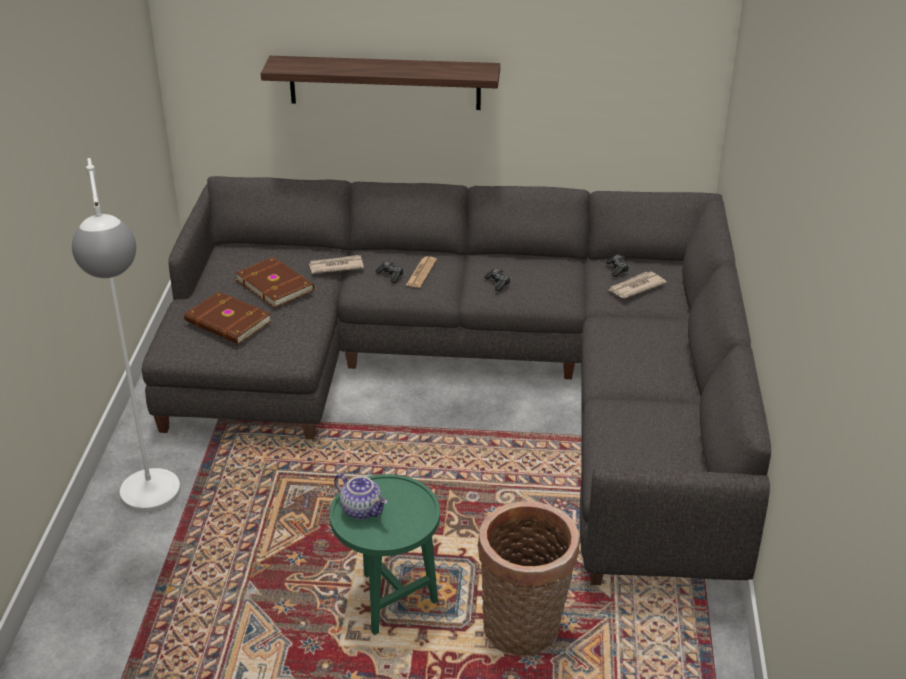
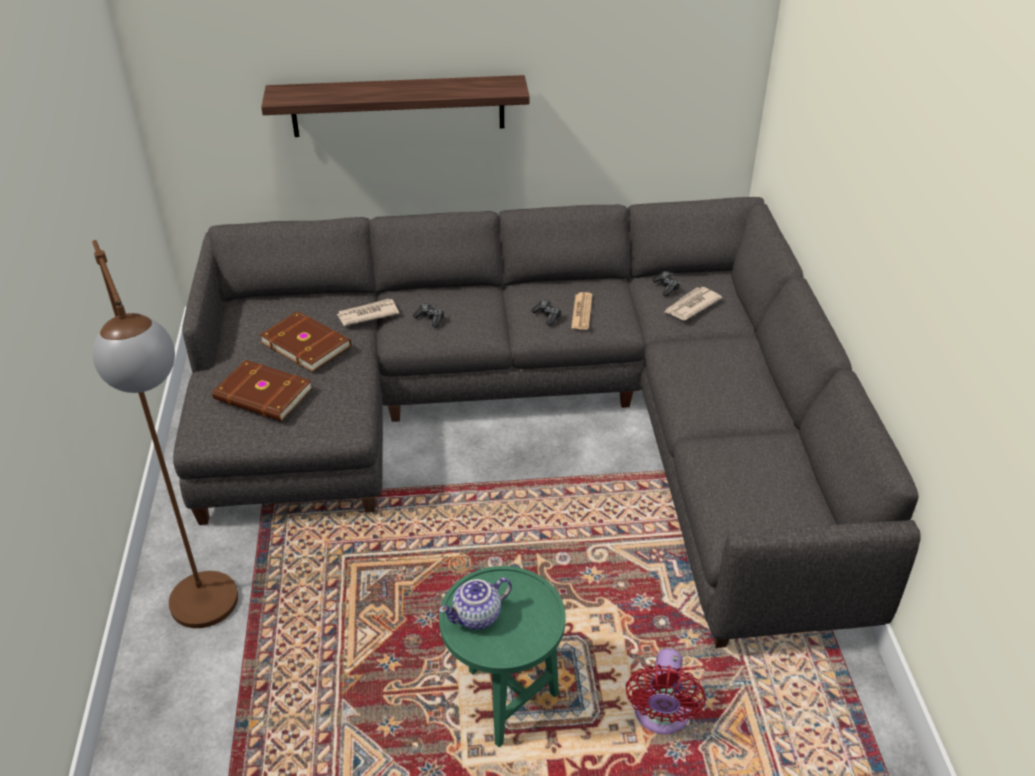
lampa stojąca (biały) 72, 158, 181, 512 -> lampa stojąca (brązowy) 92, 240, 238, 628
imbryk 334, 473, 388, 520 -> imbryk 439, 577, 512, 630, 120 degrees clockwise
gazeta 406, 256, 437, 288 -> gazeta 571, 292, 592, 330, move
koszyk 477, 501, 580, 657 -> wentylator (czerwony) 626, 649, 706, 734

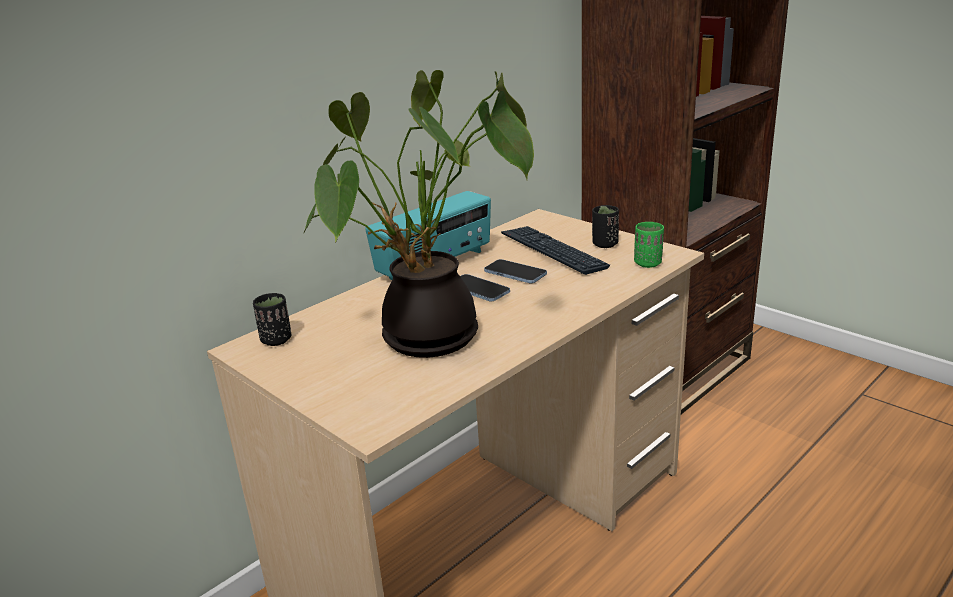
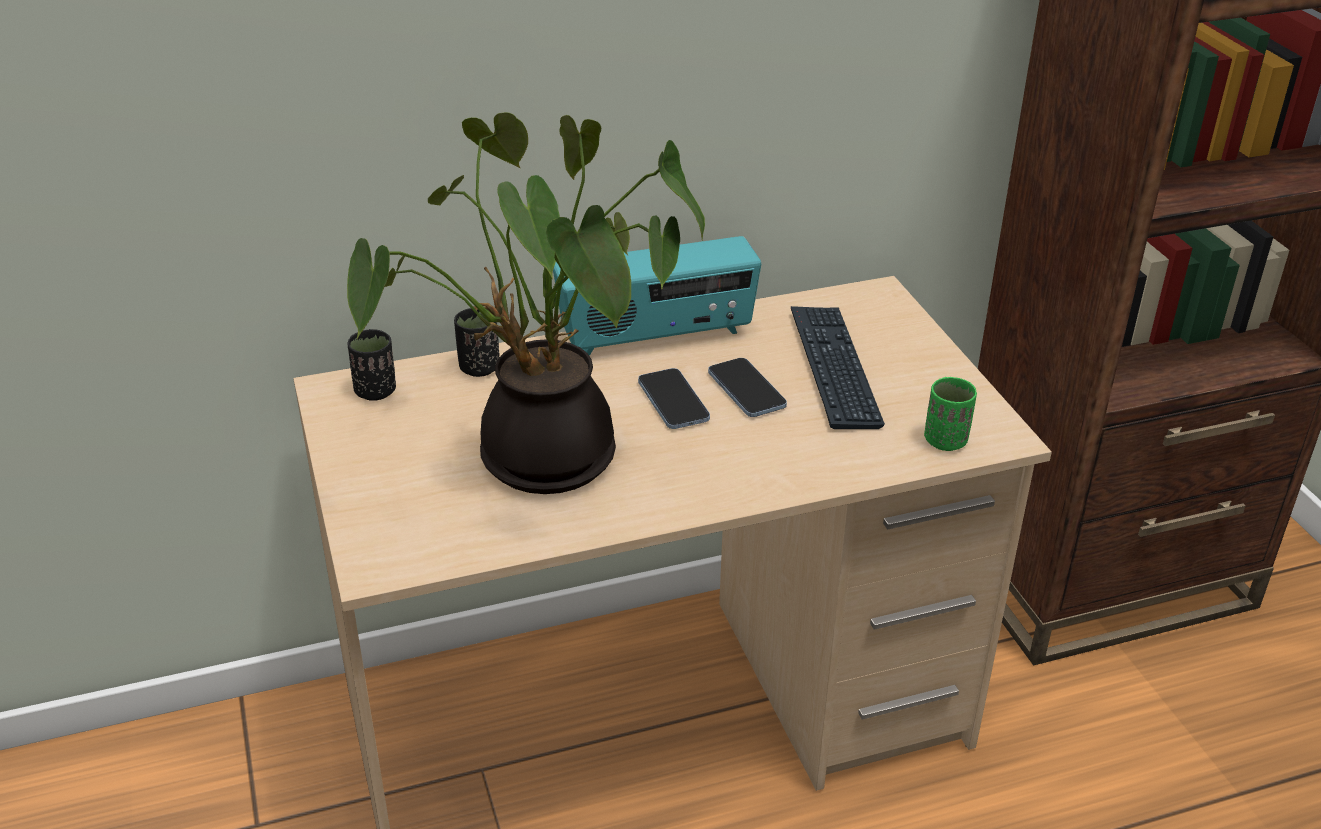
filiżanka (czarny) 592, 205, 619, 248 -> filiżanka (czarny) 454, 308, 500, 377, move

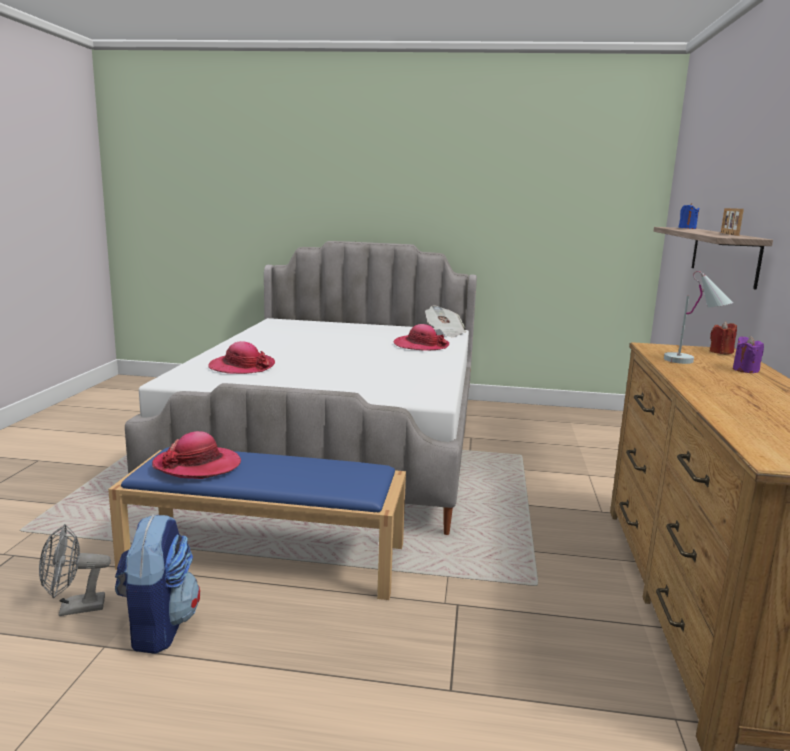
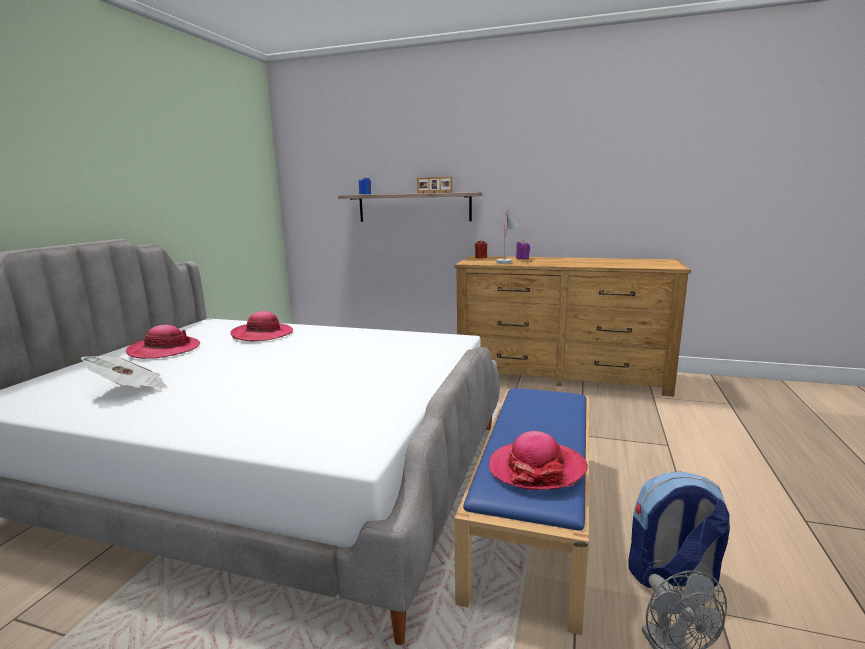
gazeta 425, 306, 467, 338 -> gazeta 81, 356, 167, 388, move
kapelusz 208, 341, 275, 374 -> kapelusz 126, 325, 200, 359, move

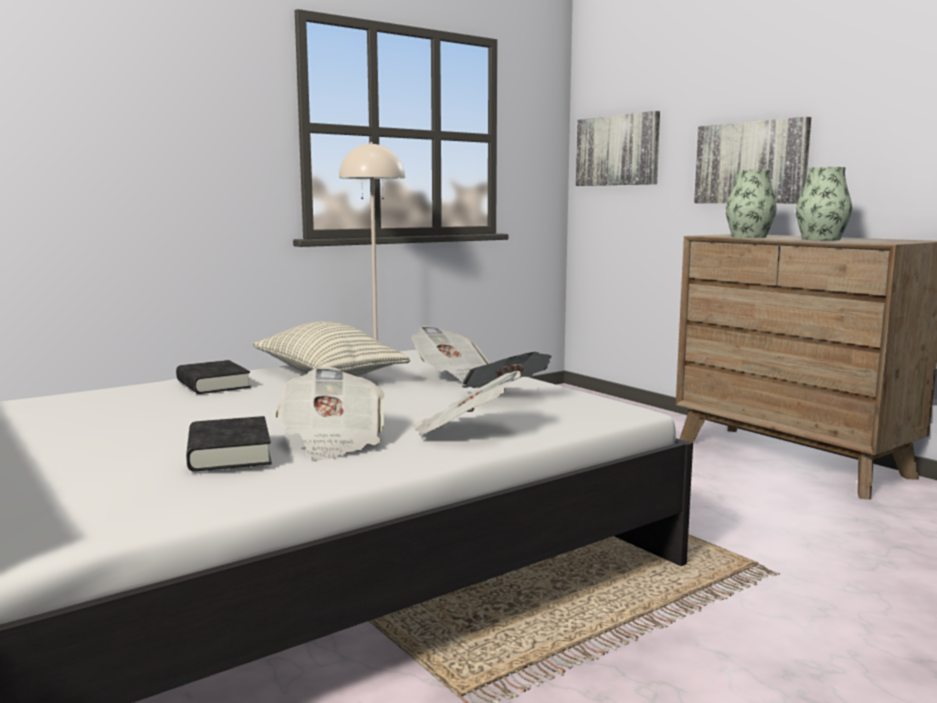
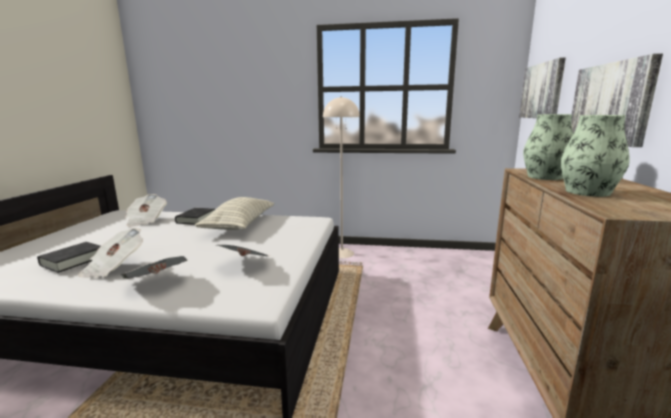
gazeta 411, 326, 490, 381 -> gazeta 125, 194, 167, 227, move

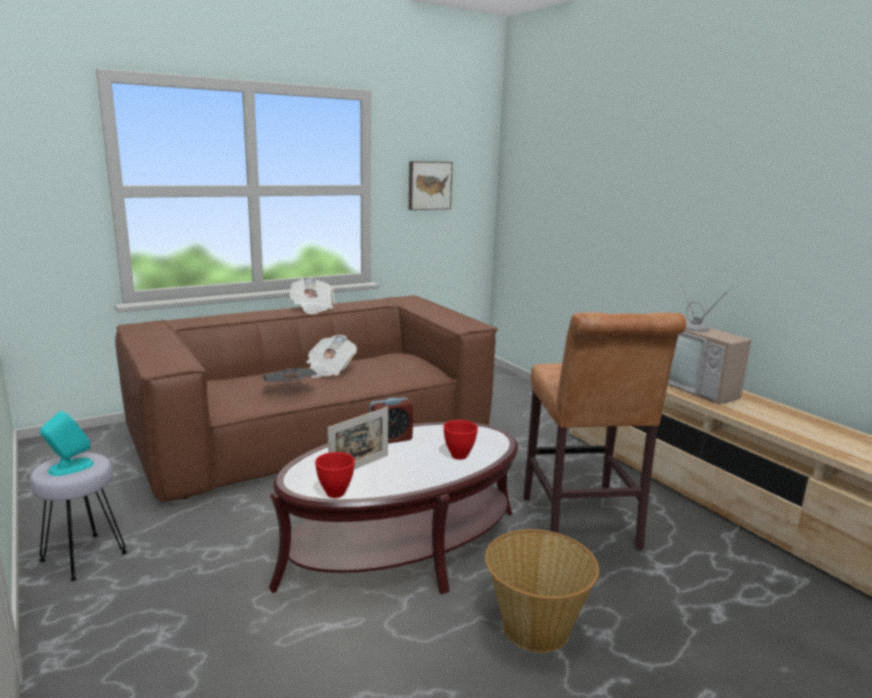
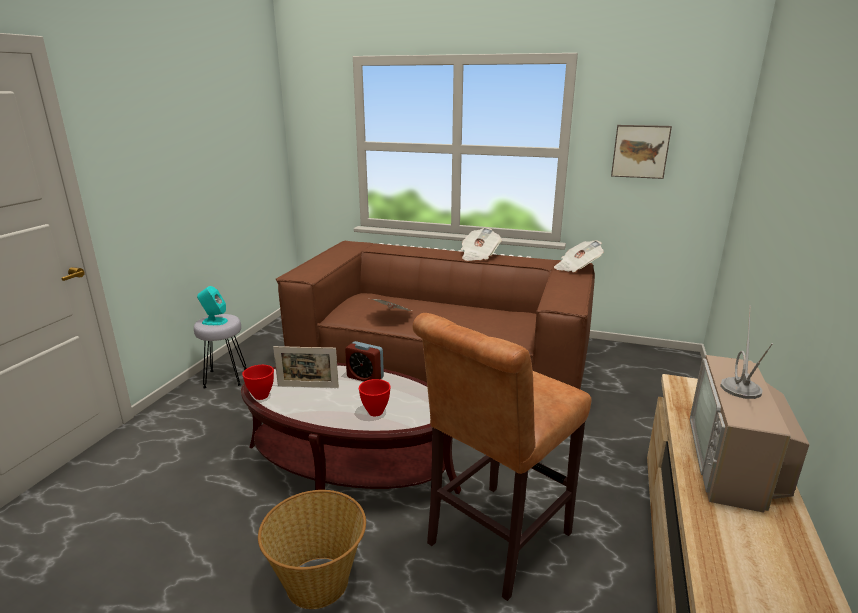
gazeta 306, 335, 357, 378 -> gazeta 554, 241, 604, 272, move

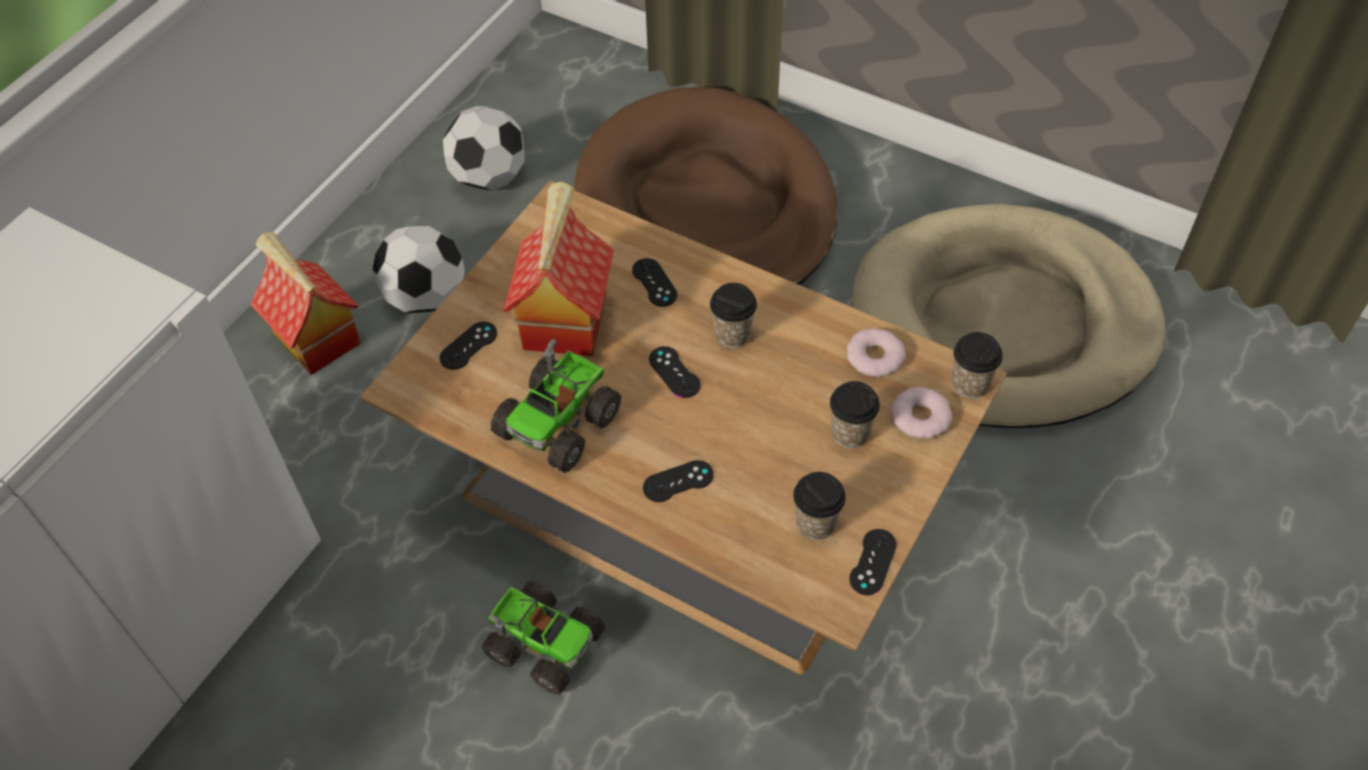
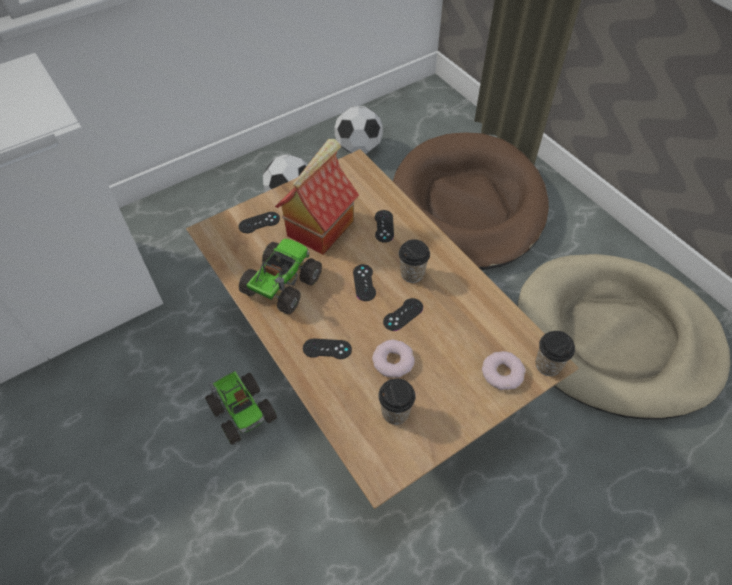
ciężarówka zabawkowa 491, 339, 621, 473 -> ciężarówka zabawkowa 239, 239, 322, 314, 150 degrees clockwise
donut 847, 328, 906, 377 -> donut 372, 340, 415, 378, move
pad do gier (czarny) 849, 529, 897, 595 -> pad do gier (czarny) 383, 298, 423, 331, move
domek 250, 232, 361, 375 -> none
filiżanka 830, 381, 880, 448 -> none

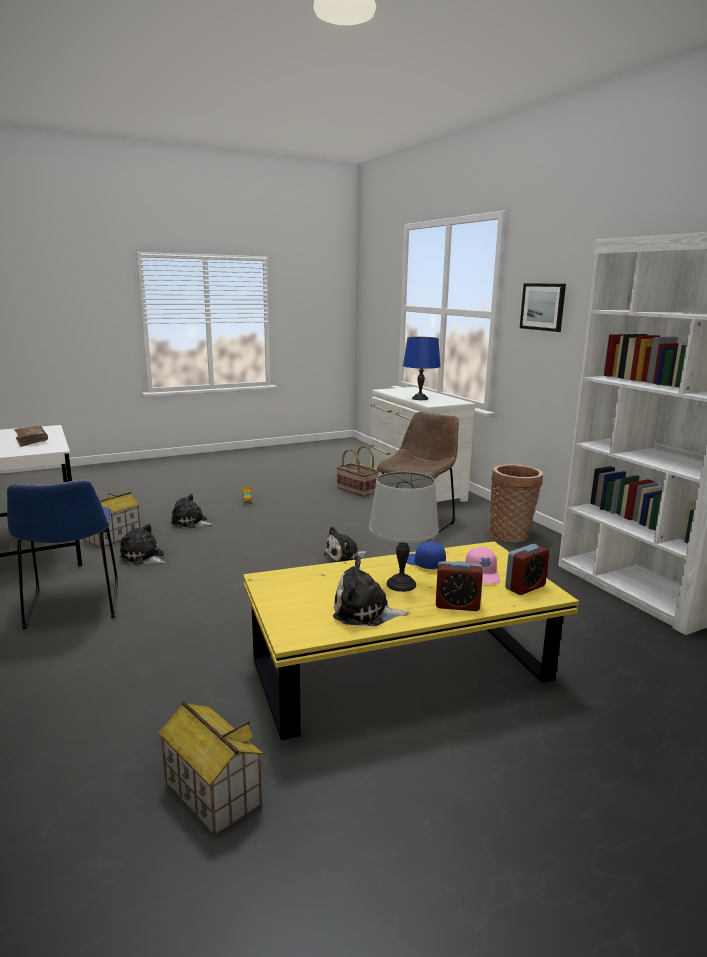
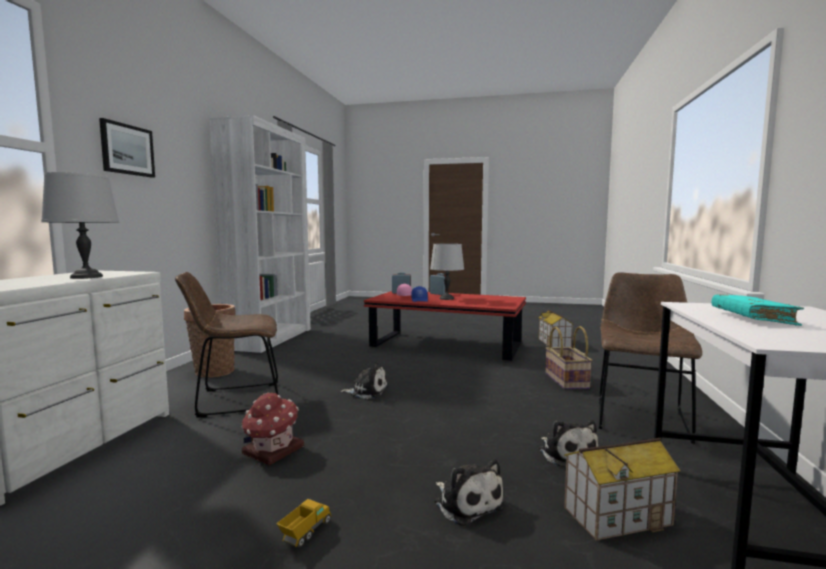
lampa stołowa (niebieski) 403, 337, 441, 400 -> lampa stołowa (szary) 41, 172, 119, 279
none -> domek 241, 392, 304, 465
ława (żółty) 243, 541, 579, 740 -> ława (czerwony) 364, 291, 526, 361
koszyk 336, 446, 379, 497 -> koszyk 545, 326, 592, 390, move
krzesło (niebieski) 7, 479, 118, 629 -> krzesło (brązowy) 599, 272, 703, 444
książka (brązowy) 14, 426, 48, 447 -> książka (turkusowy) 711, 294, 804, 326
pluszak 333, 558, 410, 626 -> none

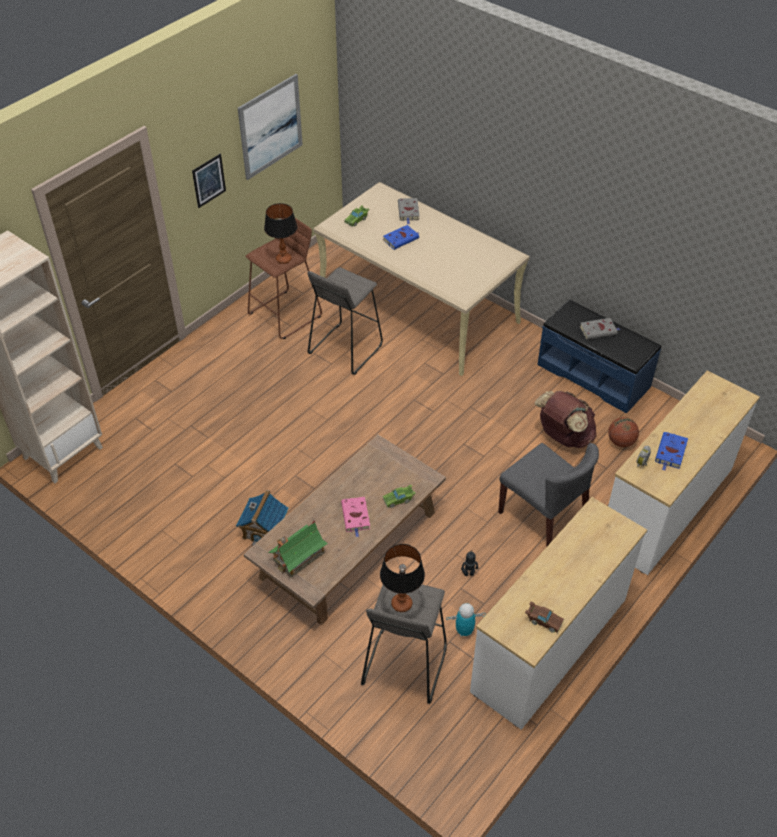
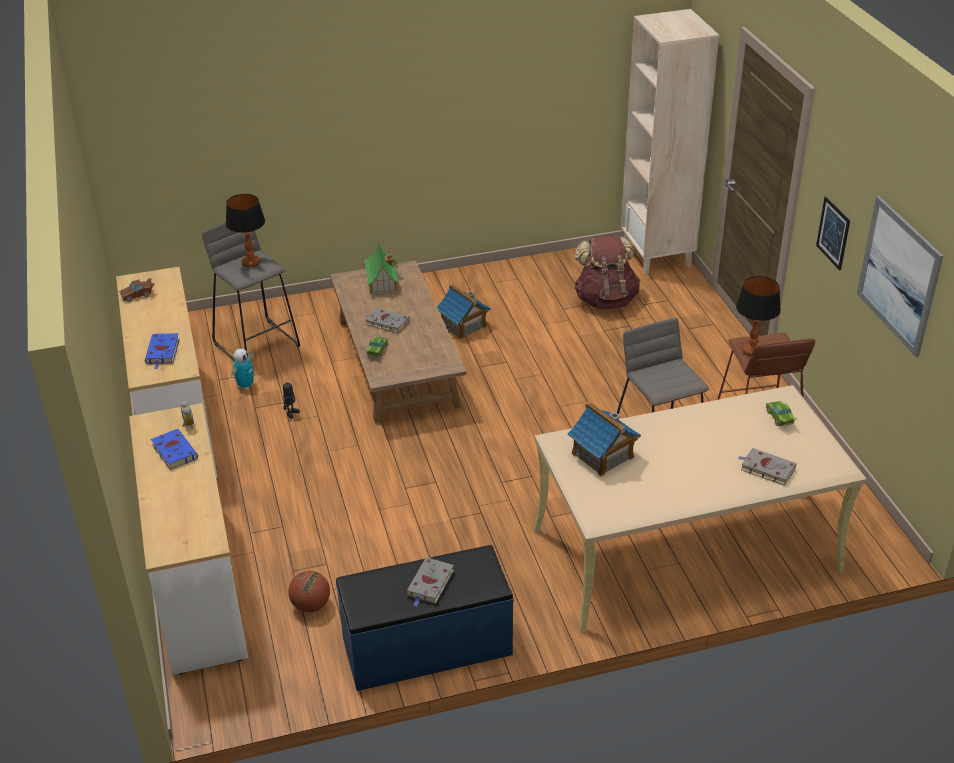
książka (niebieski) 383, 225, 419, 250 -> książka (niebieski) 145, 333, 180, 369, move
książka (różowy) 341, 497, 370, 537 -> książka (szary) 366, 308, 410, 333
none -> domek 568, 402, 641, 476
plecak (brązowy) 535, 391, 597, 448 -> plecak (brązowy) 574, 235, 640, 310, move
krzesło (szary) 498, 443, 599, 546 -> none

